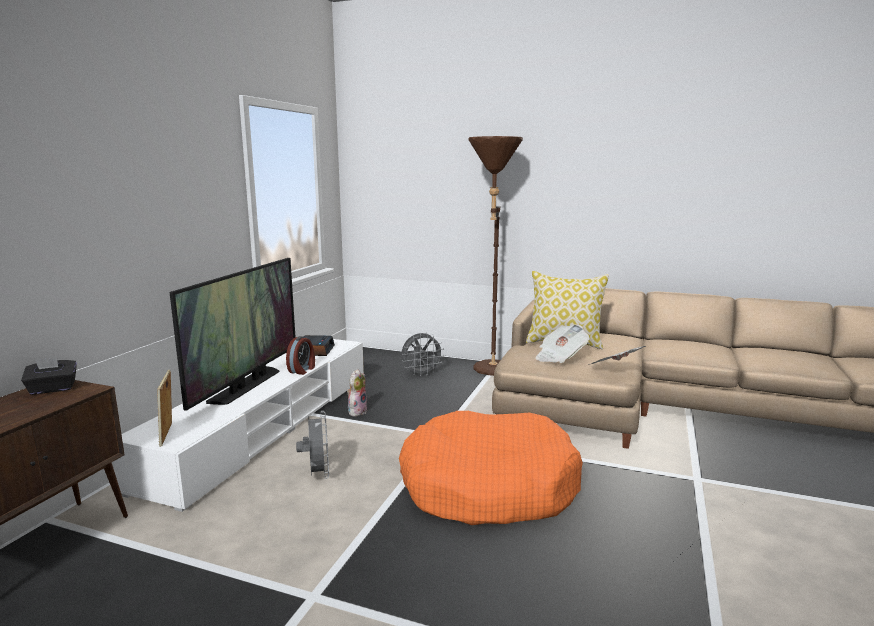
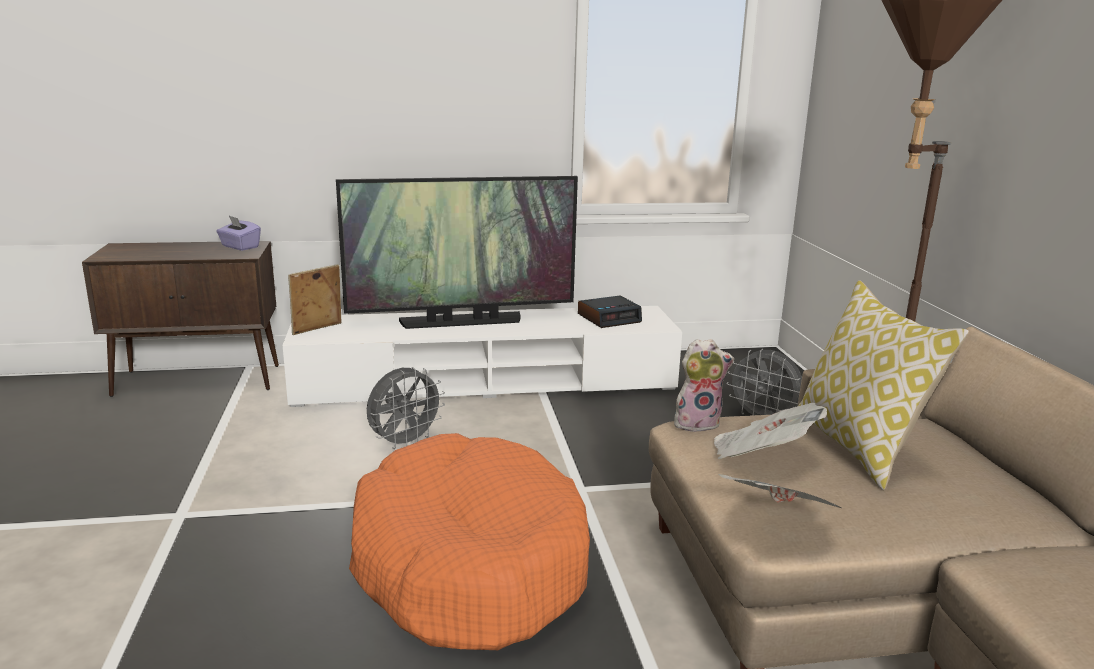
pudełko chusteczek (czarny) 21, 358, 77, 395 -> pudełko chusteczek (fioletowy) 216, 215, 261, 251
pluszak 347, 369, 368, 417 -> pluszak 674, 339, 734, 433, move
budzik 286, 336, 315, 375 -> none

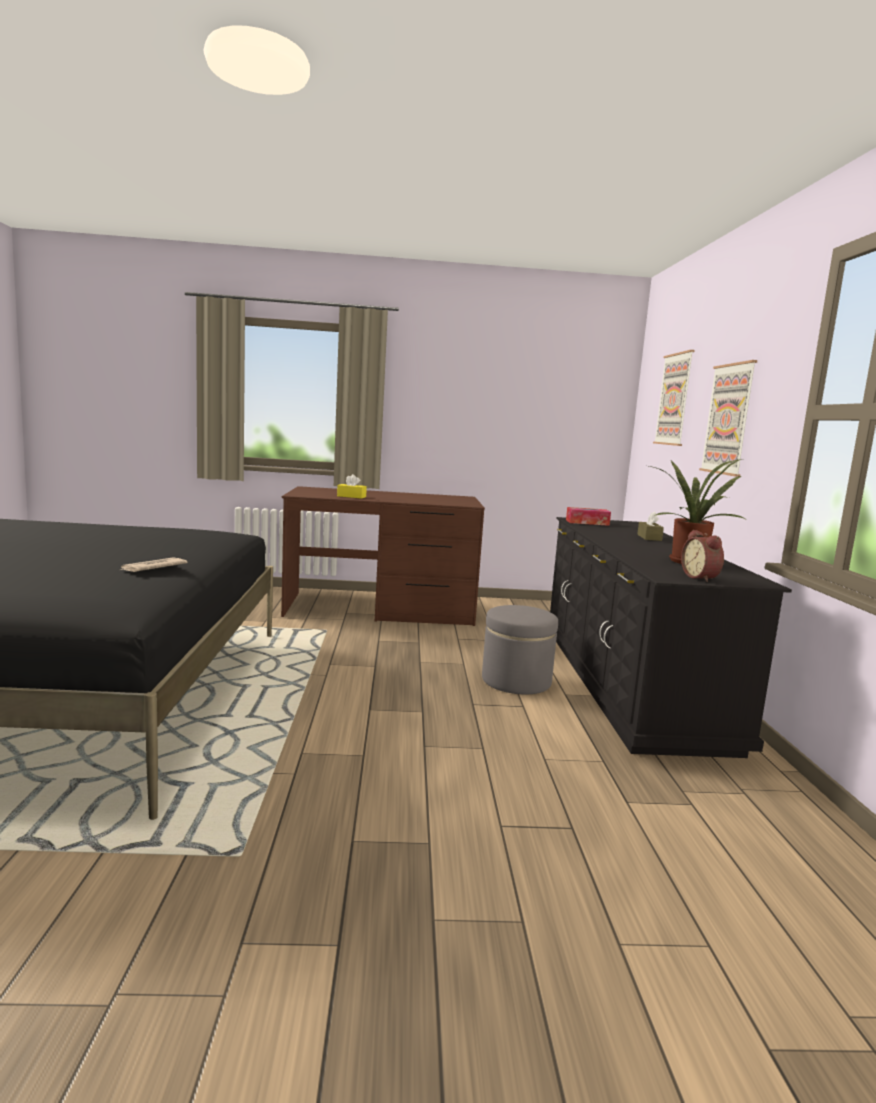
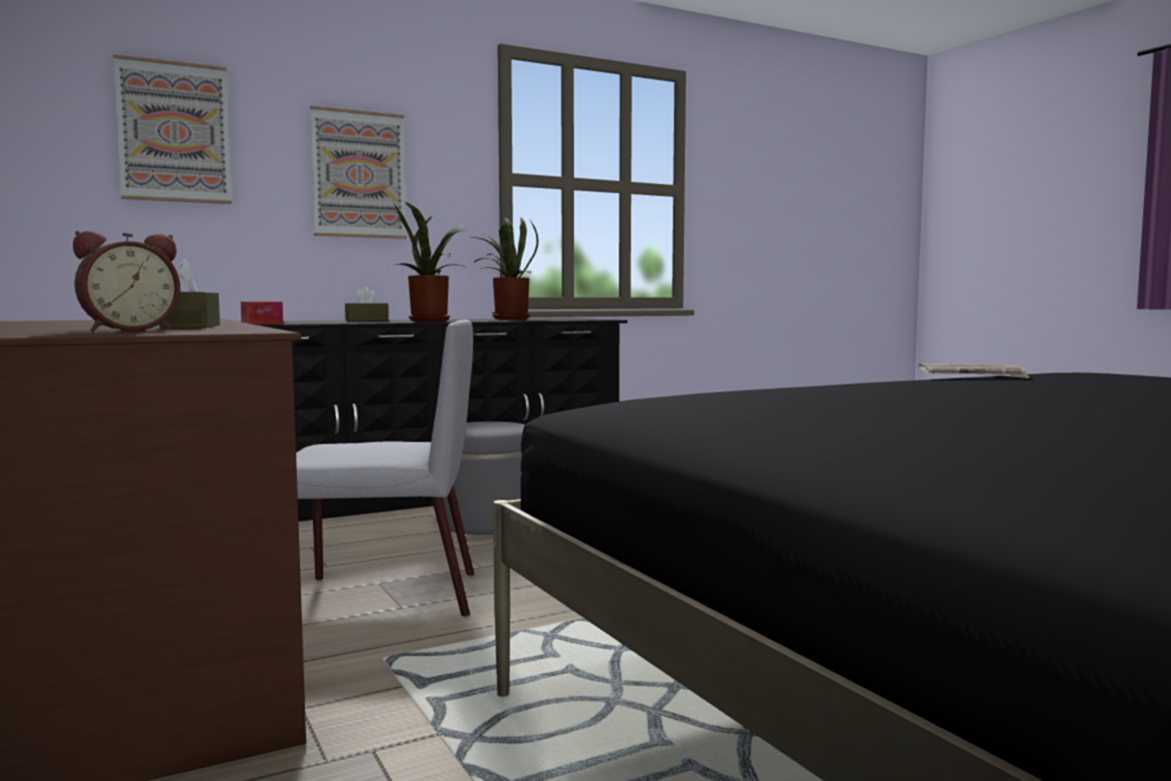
budzik 681, 530, 724, 582 -> budzik 73, 231, 180, 332, move
pudełko chusteczek (żółty) 337, 474, 367, 499 -> pudełko chusteczek (brązowy) 159, 259, 220, 328
none -> krzesło (szary) 296, 320, 474, 617
none -> roślina doniczkowa 388, 202, 469, 322

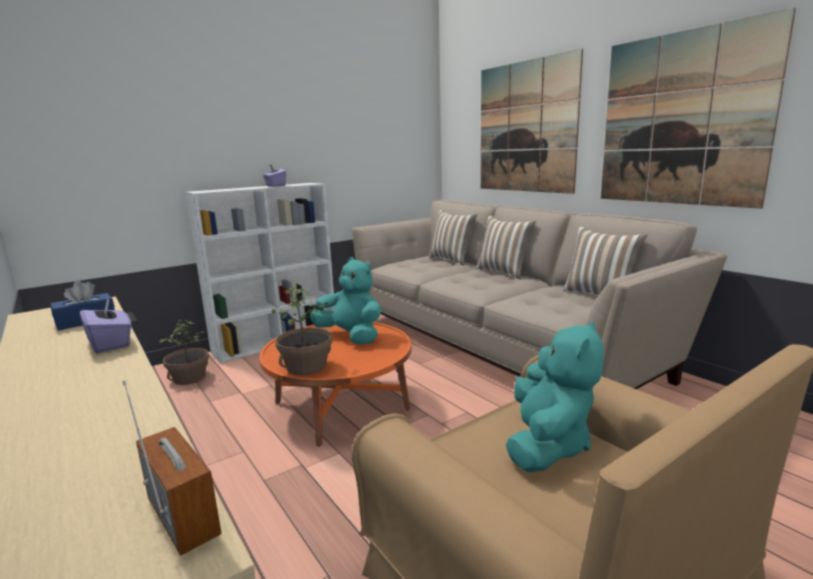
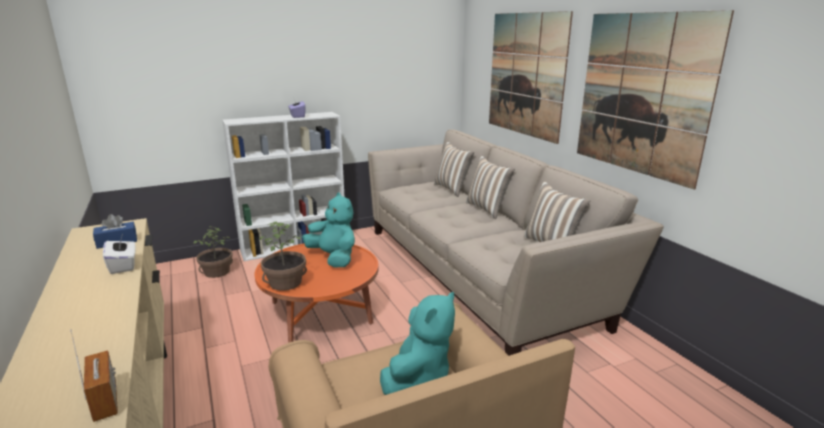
pudełko chusteczek (fioletowy) 80, 297, 131, 353 -> pudełko chusteczek (biały) 103, 234, 136, 274

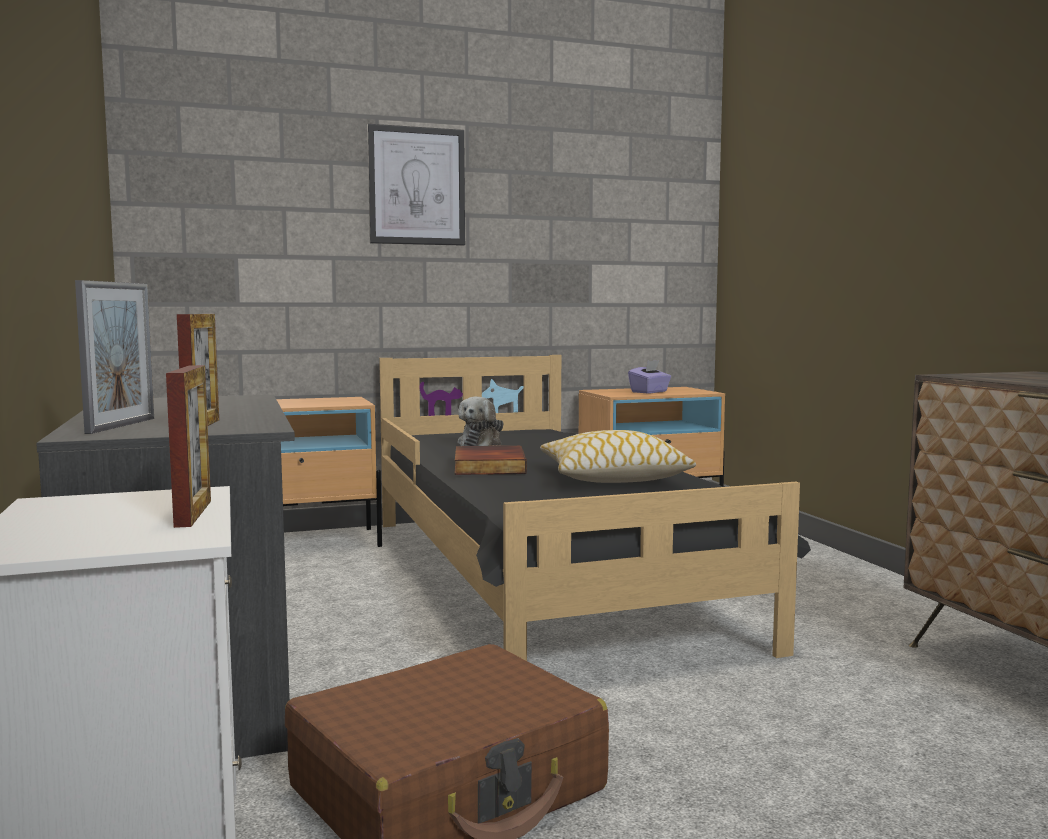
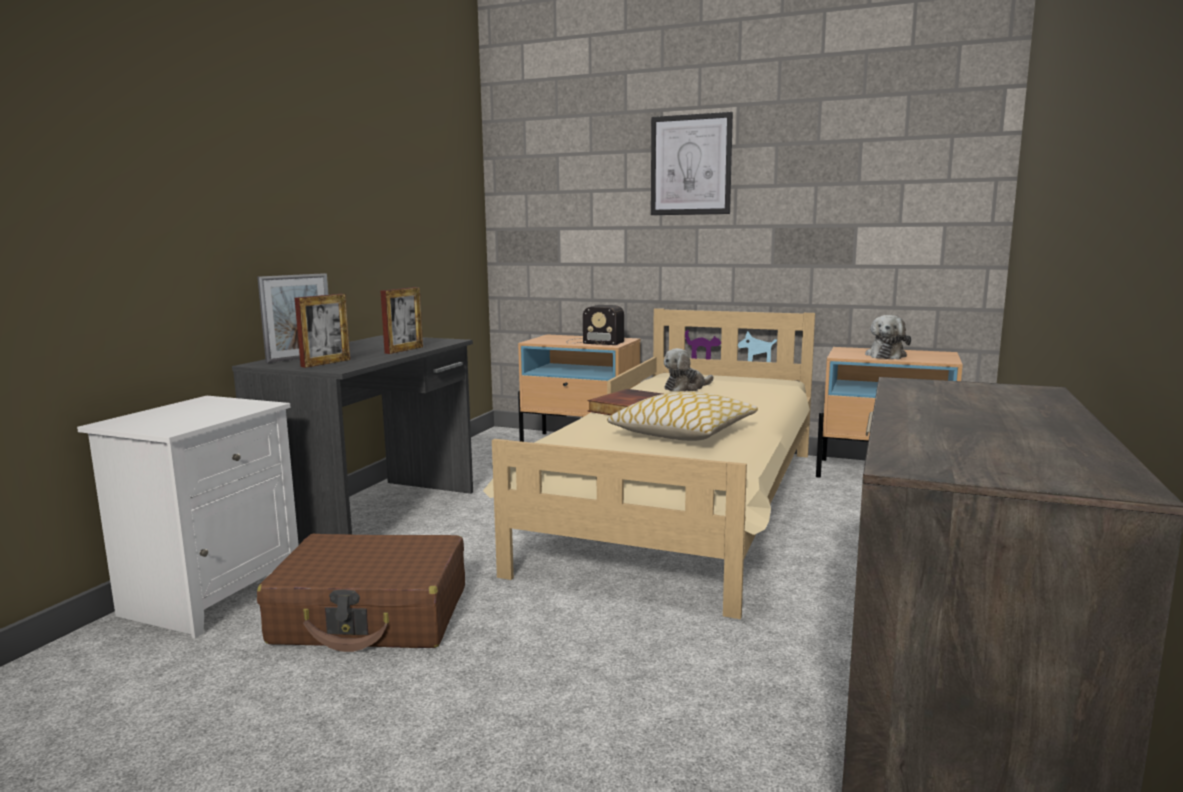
ramka na zdjęcie 166, 365, 211, 528 -> ramka na zdjęcie 380, 287, 423, 354, move
łóżko (czarny) 379, 355, 811, 661 -> łóżko (beżowy) 483, 308, 815, 619
none -> radio 566, 305, 624, 345
pudełko chusteczek (fioletowy) 628, 360, 671, 394 -> pluszak 865, 315, 911, 360

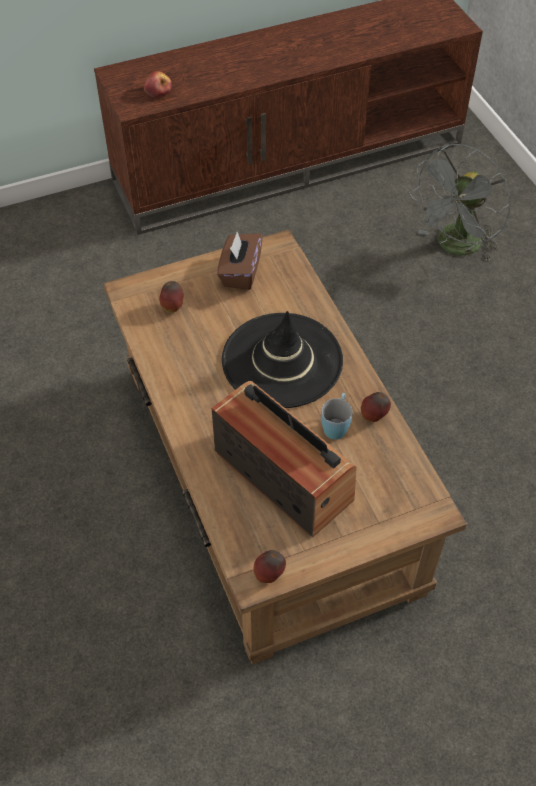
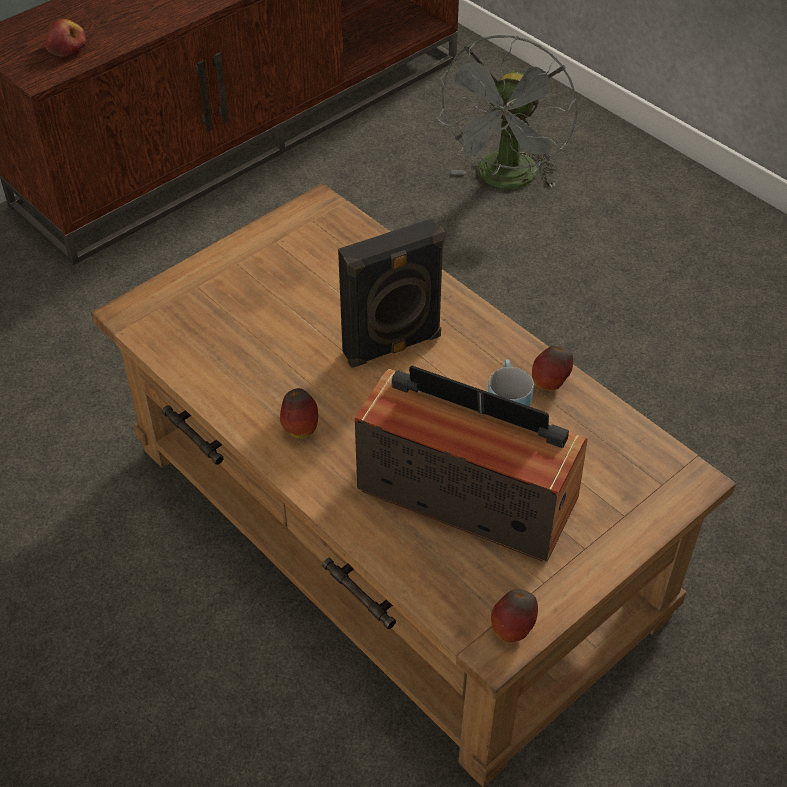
jabłko 159, 281, 184, 313 -> jabłko 280, 388, 318, 439, move
kapelusz (czarny) 222, 311, 343, 408 -> głośnik (czarny) 338, 218, 445, 368
pudełko chusteczek (brązowy) 217, 232, 263, 290 -> none

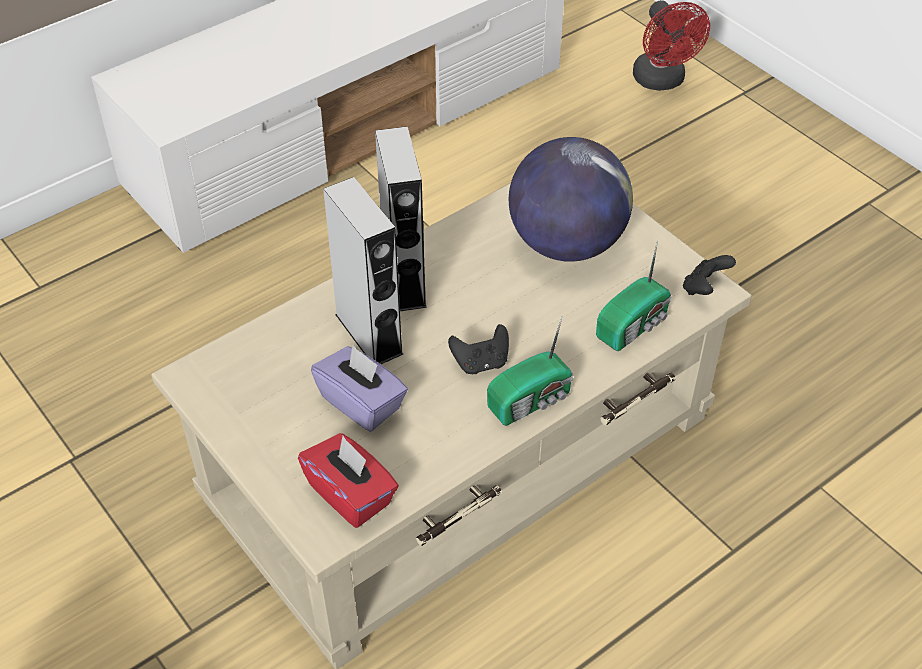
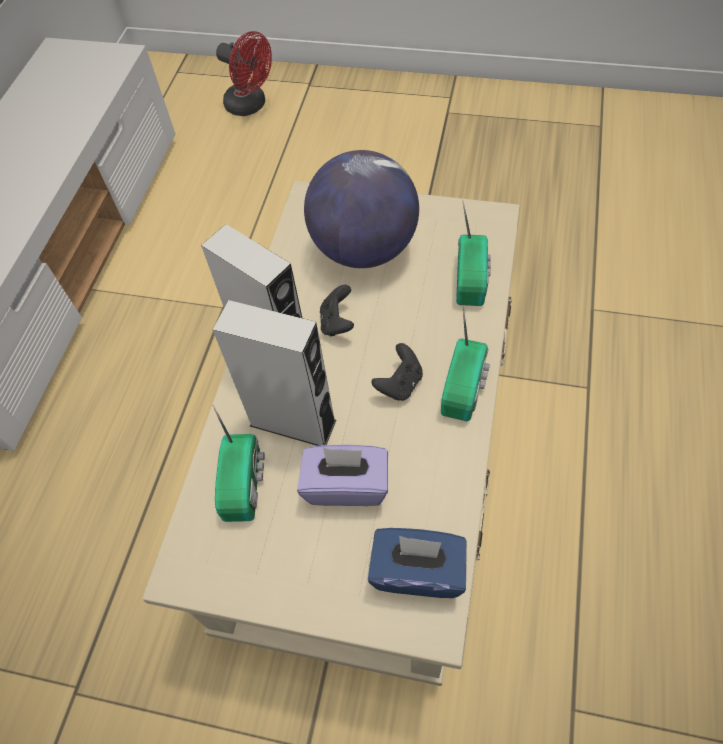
none -> radio 213, 405, 265, 522
pad do gier (czarny) 683, 255, 736, 295 -> pad do gier (czarny) 320, 285, 354, 336, move
pudełko chusteczek (czerwony) 298, 433, 399, 528 -> pudełko chusteczek (niebieski) 368, 528, 467, 598

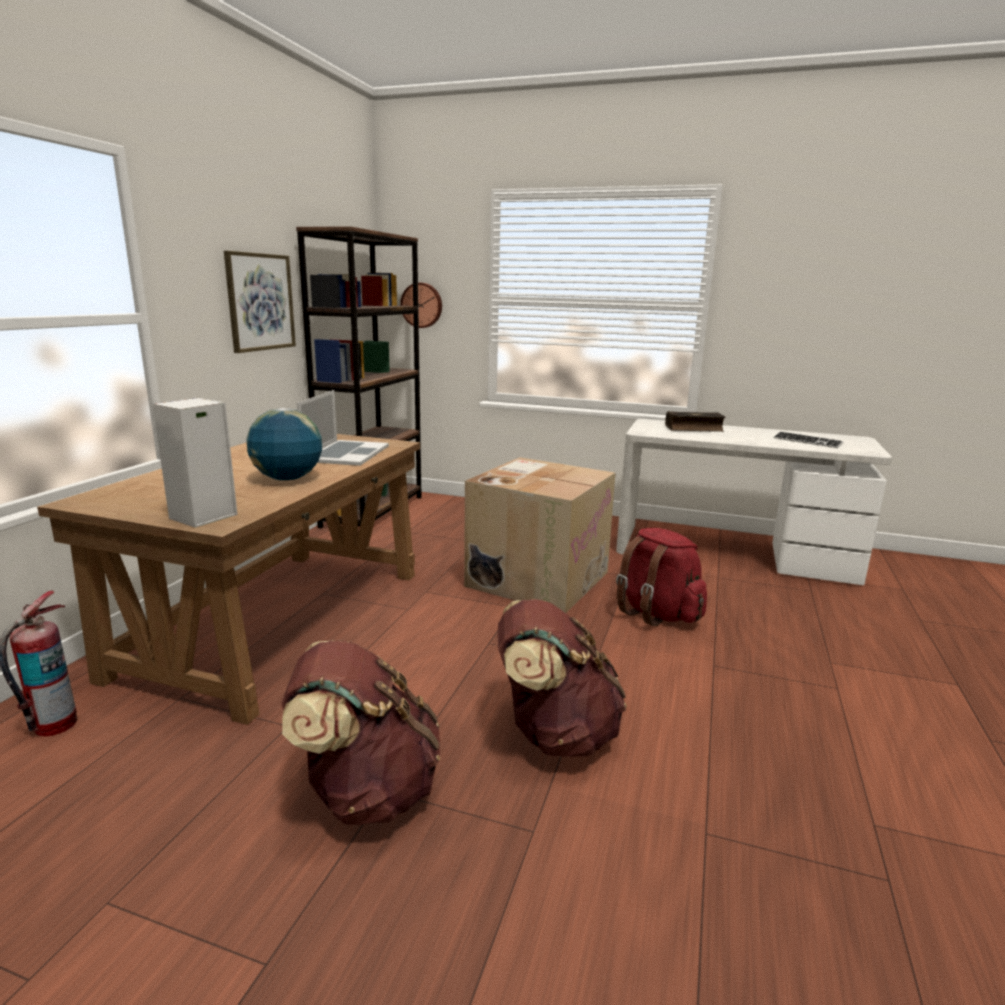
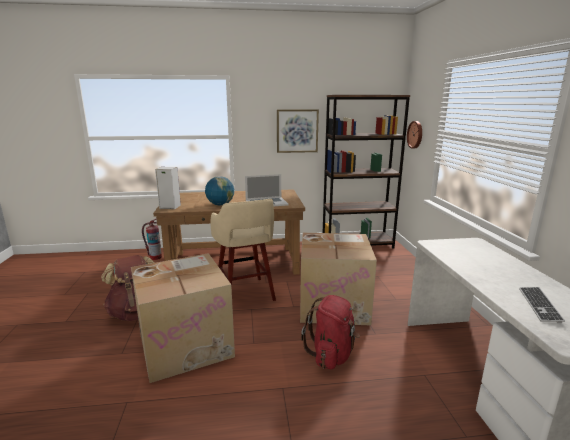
plecak (brązowy) 498, 599, 627, 757 -> karton 131, 253, 235, 383
none -> stołek (beżowy) 211, 199, 276, 301
książka 665, 411, 725, 432 -> none

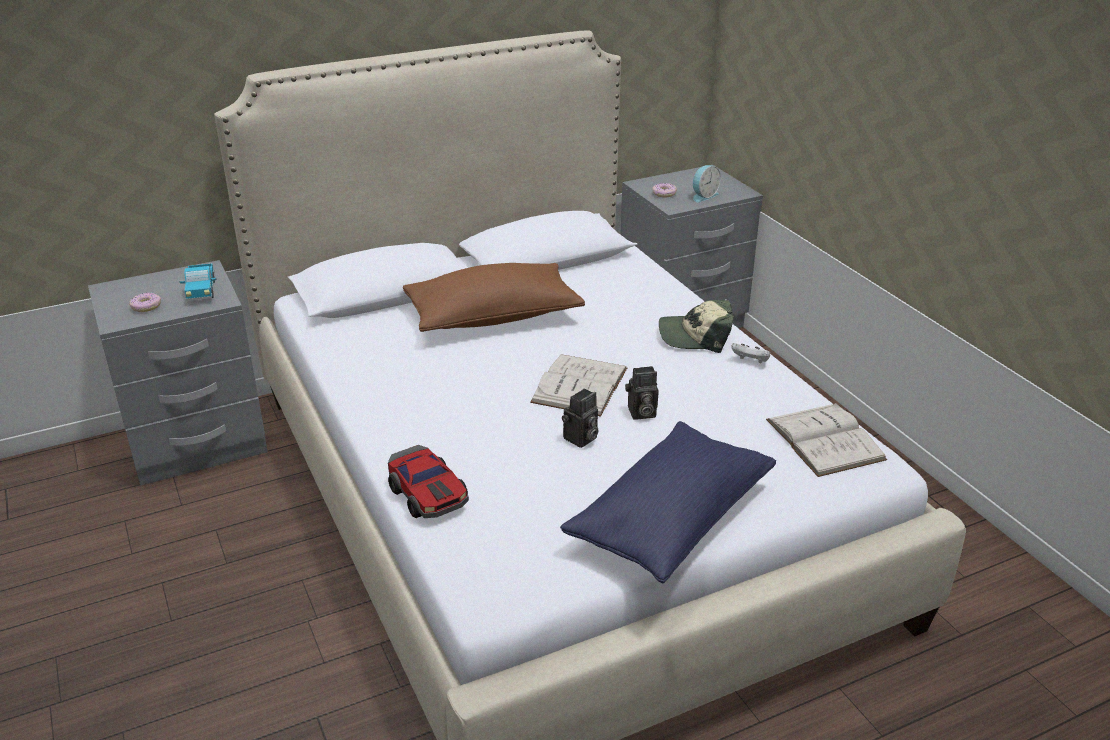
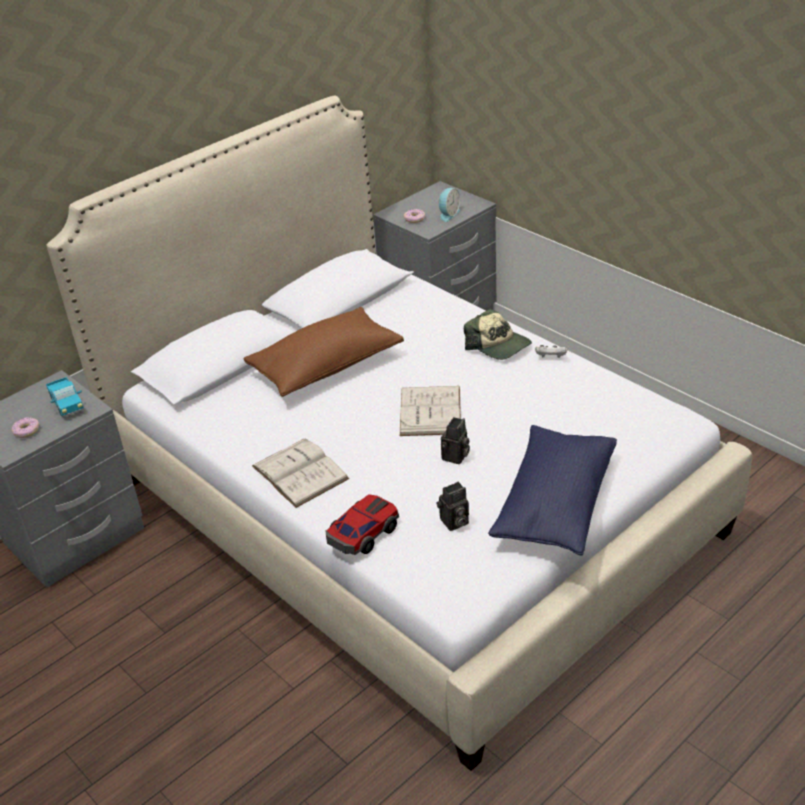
książka (biały) 766, 403, 887, 477 -> książka (biały) 252, 438, 349, 508, move
samochodzik 388, 445, 469, 518 -> samochodzik 326, 494, 399, 555, 90 degrees counterclockwise
aparat fotograficzny 625, 366, 659, 420 -> aparat fotograficzny 436, 482, 469, 531, move
czapka z daszkiem 659, 300, 734, 353 -> czapka z daszkiem 464, 309, 532, 360, 120 degrees counterclockwise

